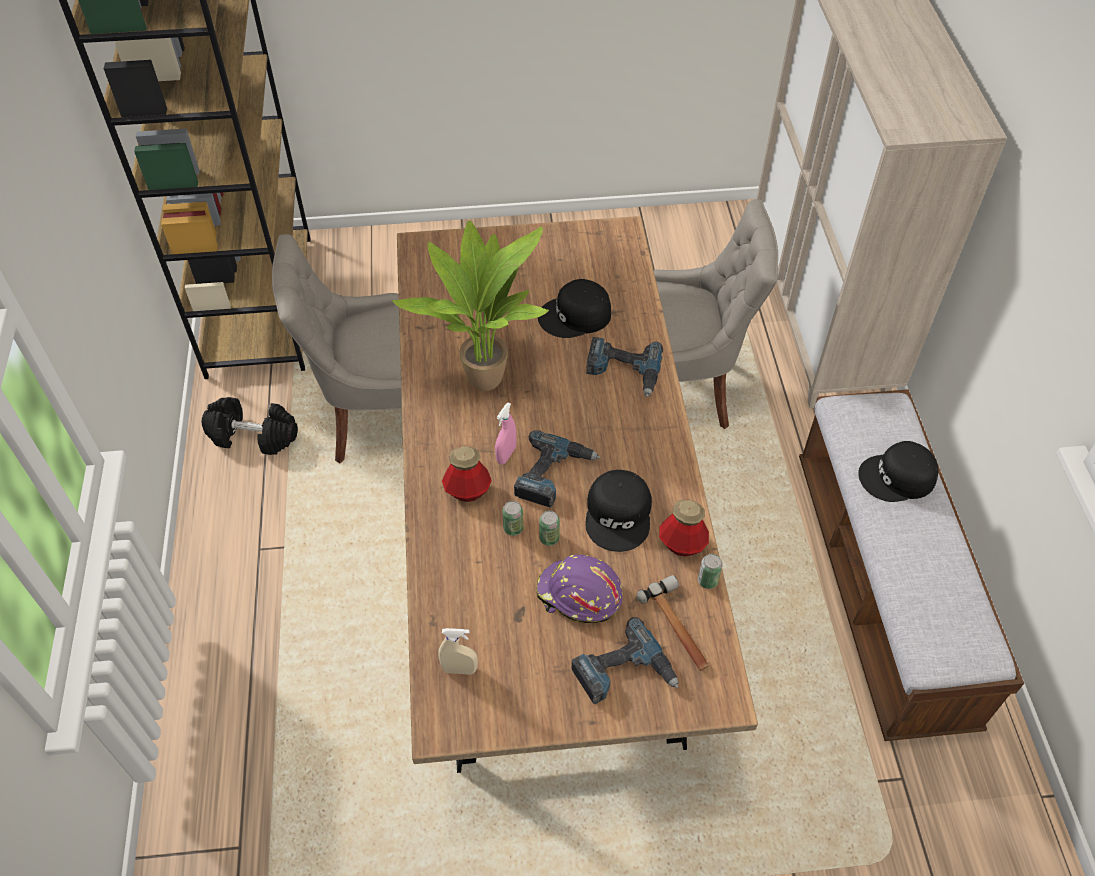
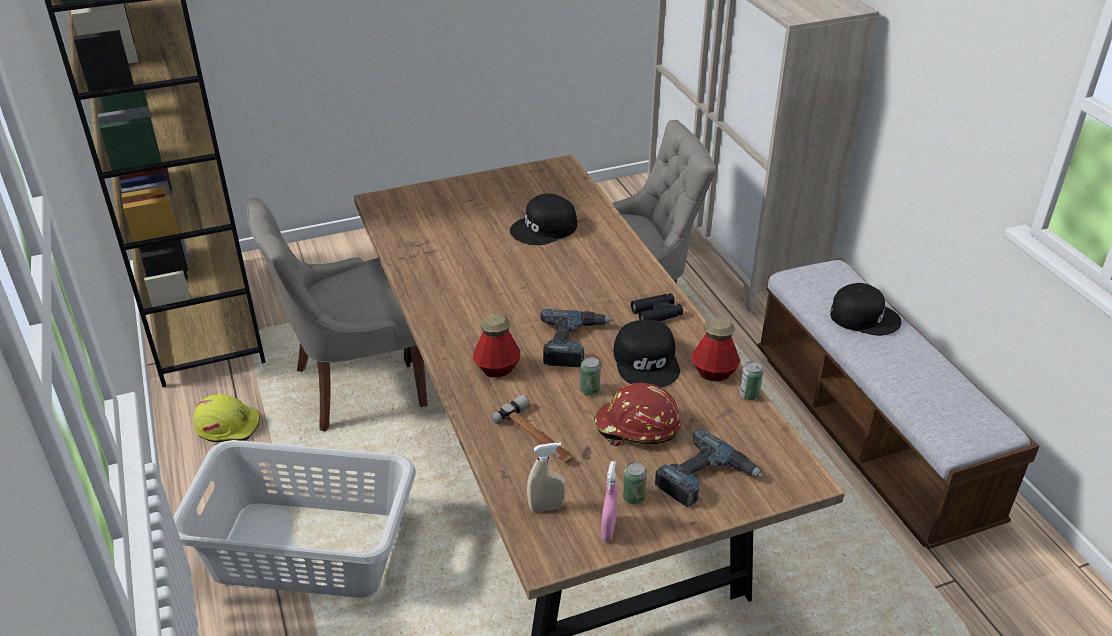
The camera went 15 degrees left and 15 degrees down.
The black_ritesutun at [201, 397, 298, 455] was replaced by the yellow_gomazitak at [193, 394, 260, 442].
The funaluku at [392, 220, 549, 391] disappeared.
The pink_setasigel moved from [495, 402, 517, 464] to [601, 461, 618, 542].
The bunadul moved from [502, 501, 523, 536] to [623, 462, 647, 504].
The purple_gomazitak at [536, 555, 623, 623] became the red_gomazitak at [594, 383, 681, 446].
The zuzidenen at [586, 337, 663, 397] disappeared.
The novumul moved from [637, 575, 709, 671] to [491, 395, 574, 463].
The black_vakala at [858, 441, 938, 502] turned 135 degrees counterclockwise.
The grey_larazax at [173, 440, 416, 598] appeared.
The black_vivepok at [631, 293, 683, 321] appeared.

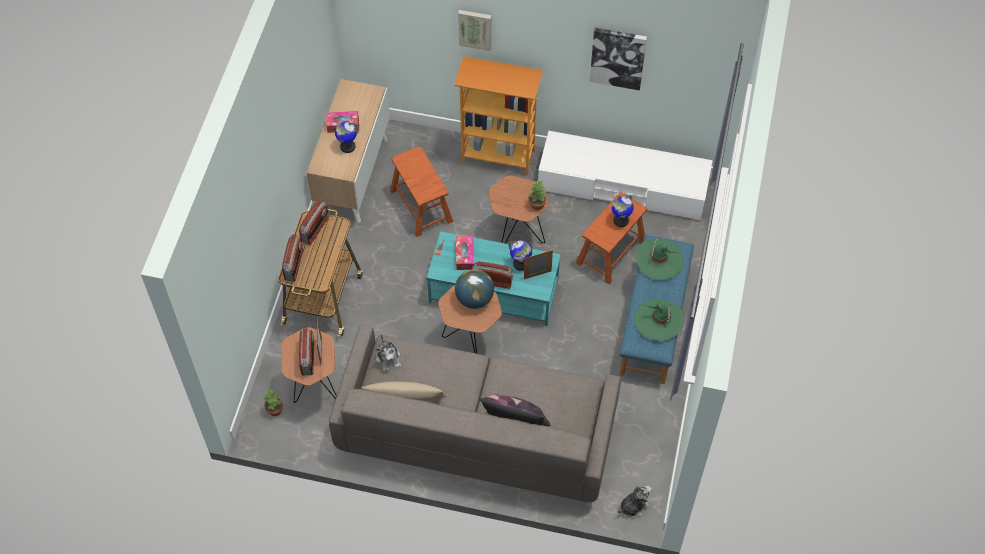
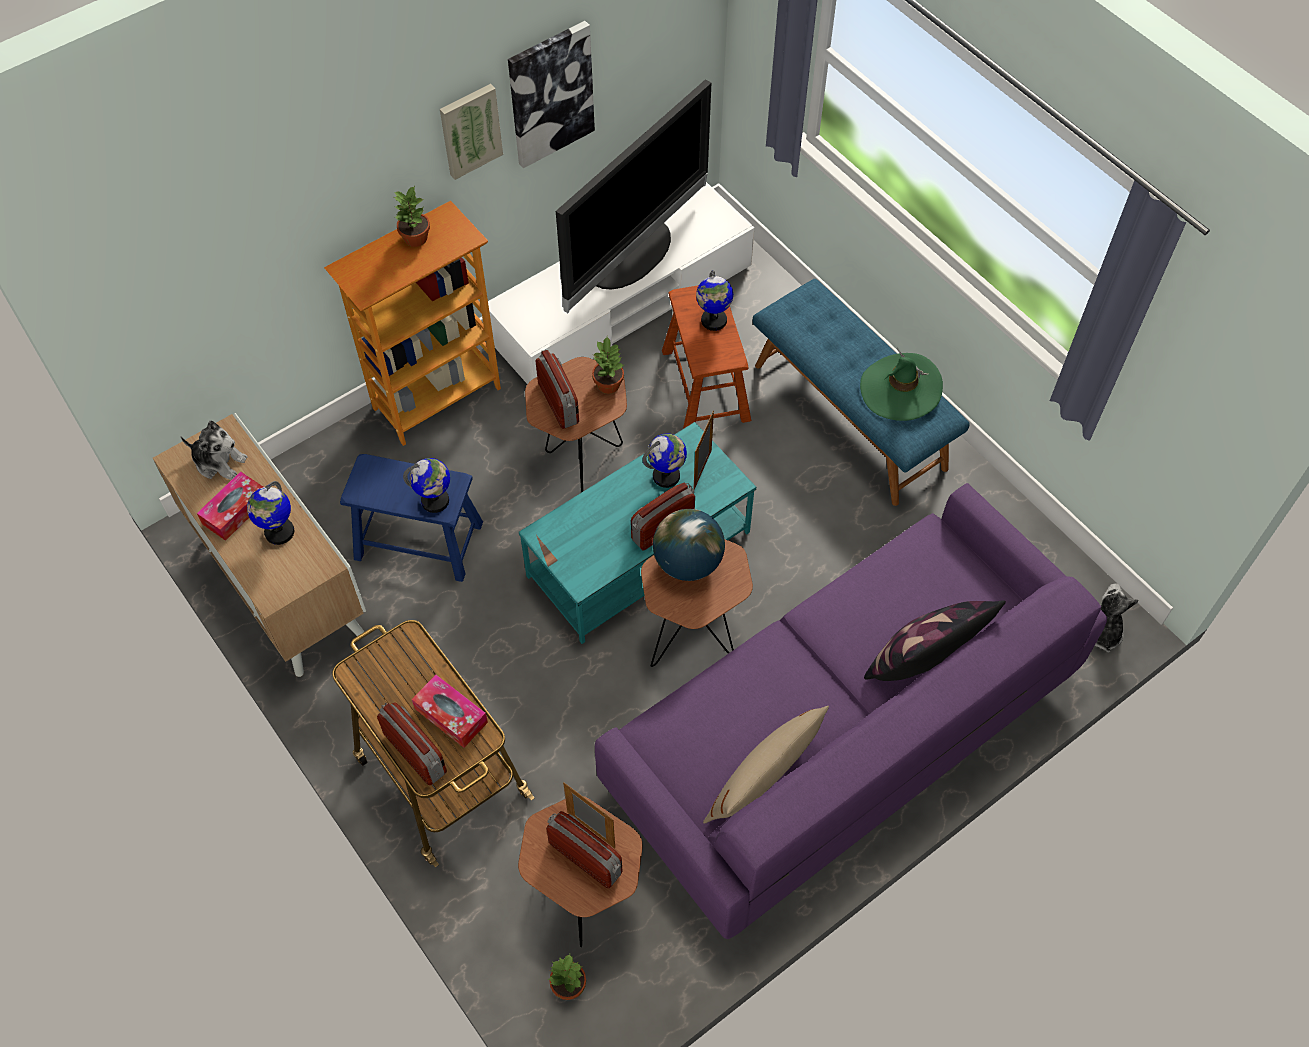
The camera went 50 degrees left and 0 degrees up.
The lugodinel moved from [299, 200, 329, 245] to [536, 350, 579, 429].
The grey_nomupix at [329, 325, 621, 502] became the purple_nomupix at [595, 483, 1107, 939].
The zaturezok moved from [375, 334, 401, 372] to [181, 421, 248, 480].
The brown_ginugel at [390, 147, 453, 237] became the blue_ginugel at [340, 454, 483, 582].
The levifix moved from [456, 236, 474, 270] to [412, 675, 488, 748].
The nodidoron moved from [458, 10, 492, 51] to [440, 84, 503, 180].
The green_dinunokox at [636, 238, 684, 281] disappeared.
The funaluku at [393, 186, 430, 247] appeared.
The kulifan at [403, 458, 450, 513] appeared.
The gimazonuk at [556, 79, 711, 313] appeared.

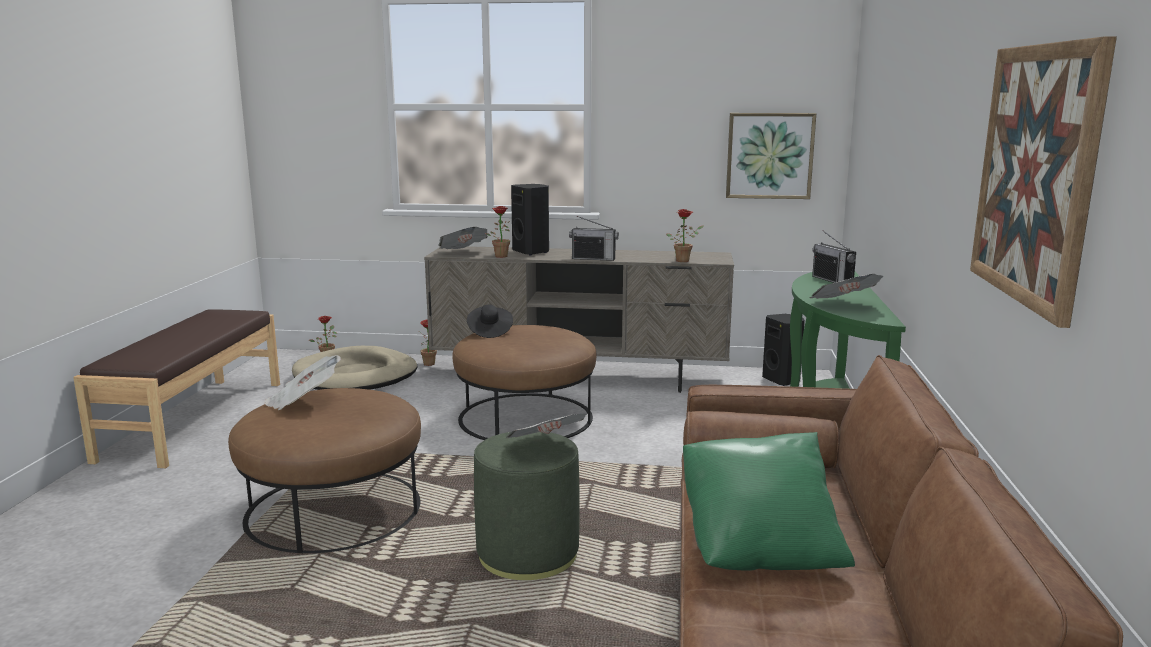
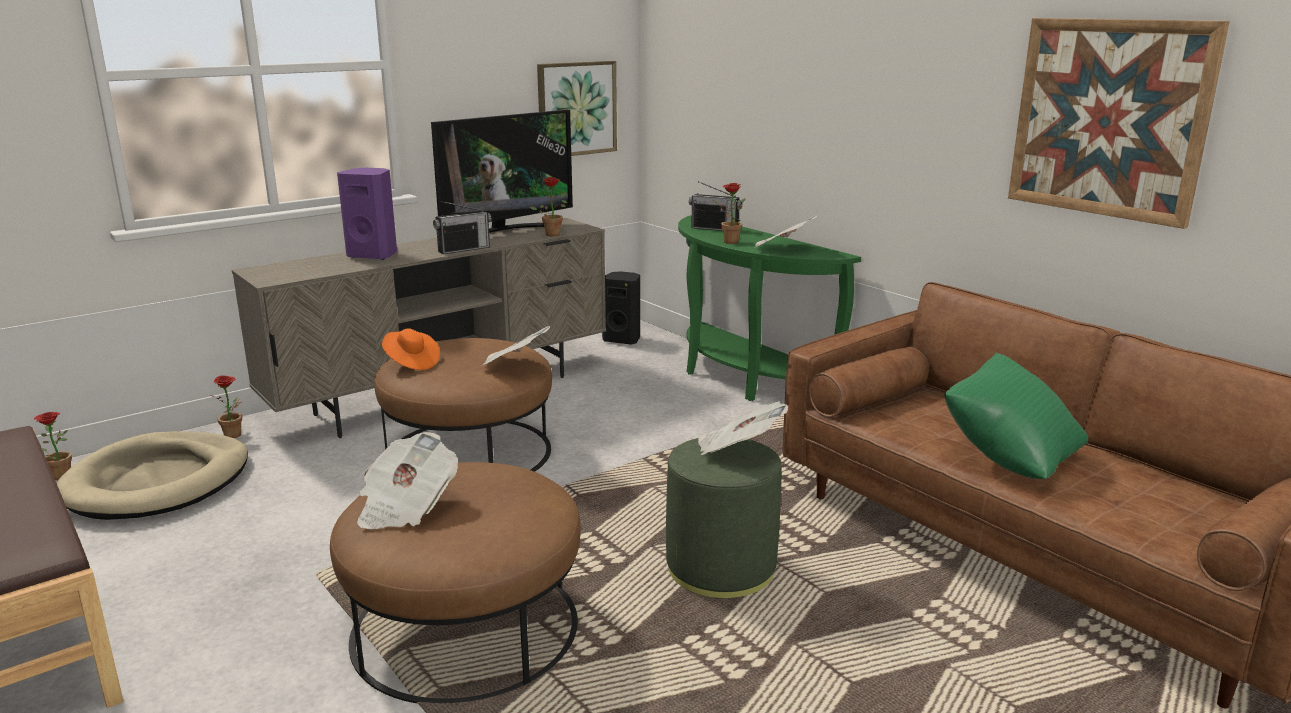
The camera went 45 degrees left and 5 degrees up.
The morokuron moved from [439, 227, 488, 249] to [482, 326, 550, 366].
The black_dinunokox at [467, 304, 513, 338] became the orange_dinunokox at [382, 328, 440, 370].
The funaluku moved from [486, 206, 511, 258] to [713, 183, 746, 244].
The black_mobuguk at [511, 184, 549, 255] became the purple_mobuguk at [337, 168, 397, 260].
The gimazonuk at [431, 110, 573, 233] appeared.

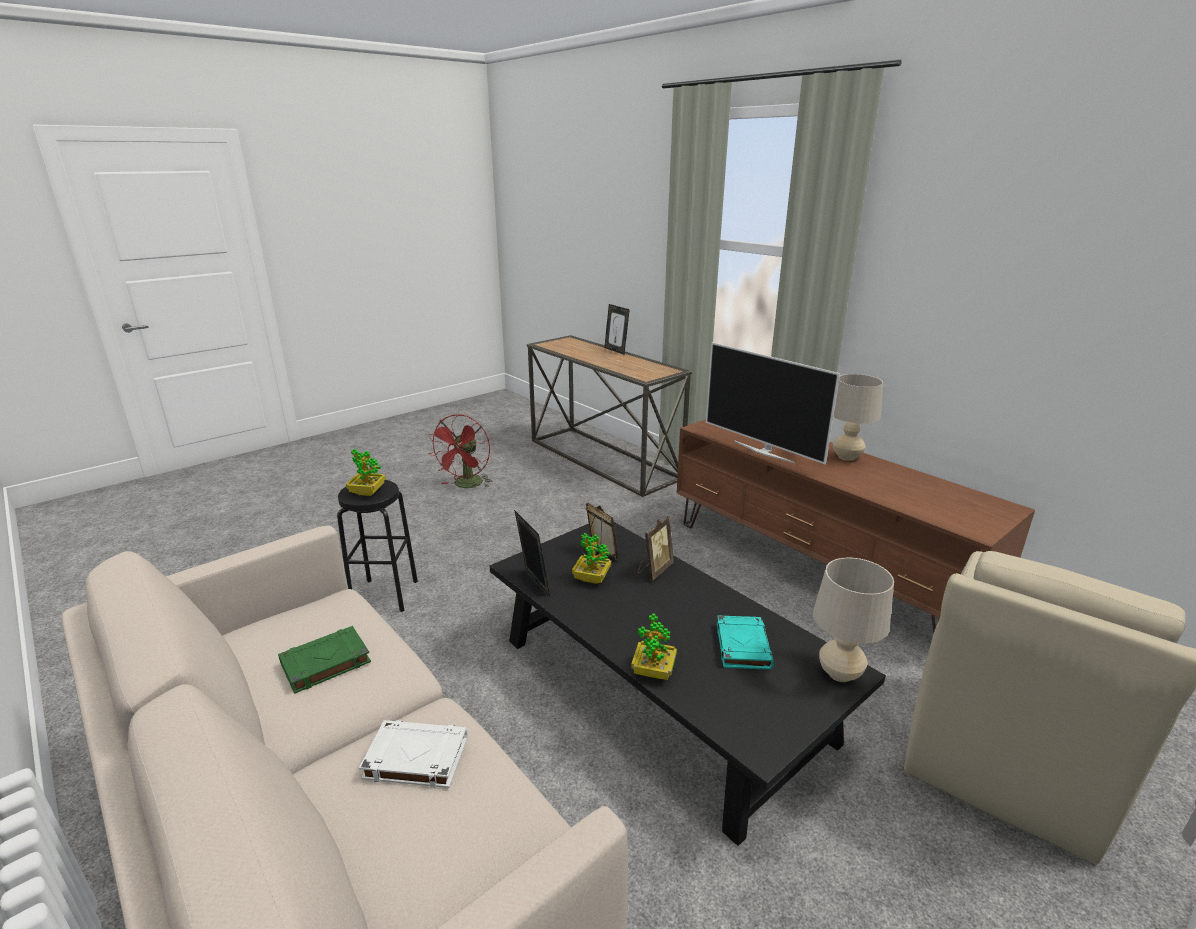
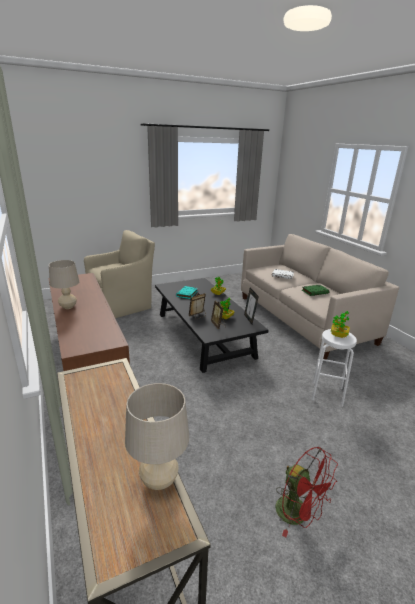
The camera went 165 degrees left and 0 degrees up.
The black_ginugel at [337, 480, 418, 612] became the white_ginugel at [311, 329, 357, 407].
The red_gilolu at [428, 414, 492, 488] turned 105 degrees clockwise.
The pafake at [604, 304, 630, 354] disappeared.
The gimazonuk at [706, 342, 840, 464] disappeared.
The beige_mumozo moved from [813, 557, 894, 682] to [125, 383, 189, 490].

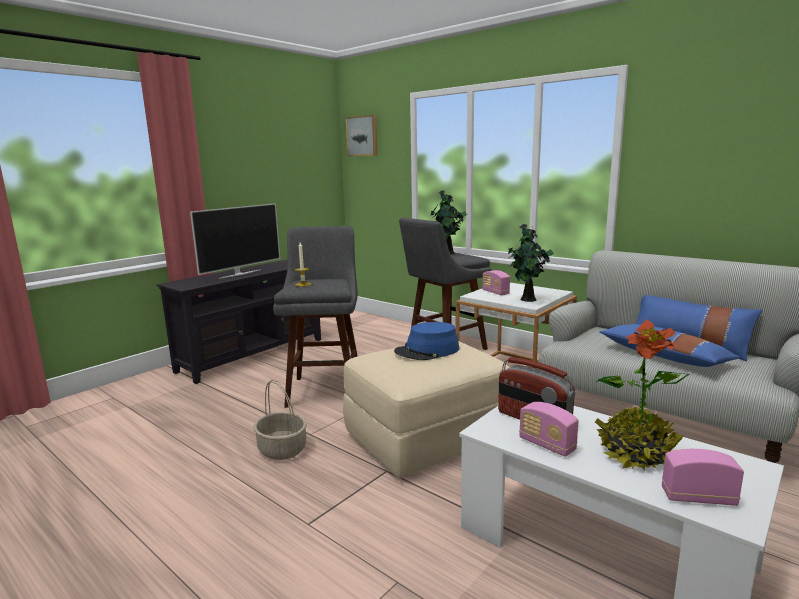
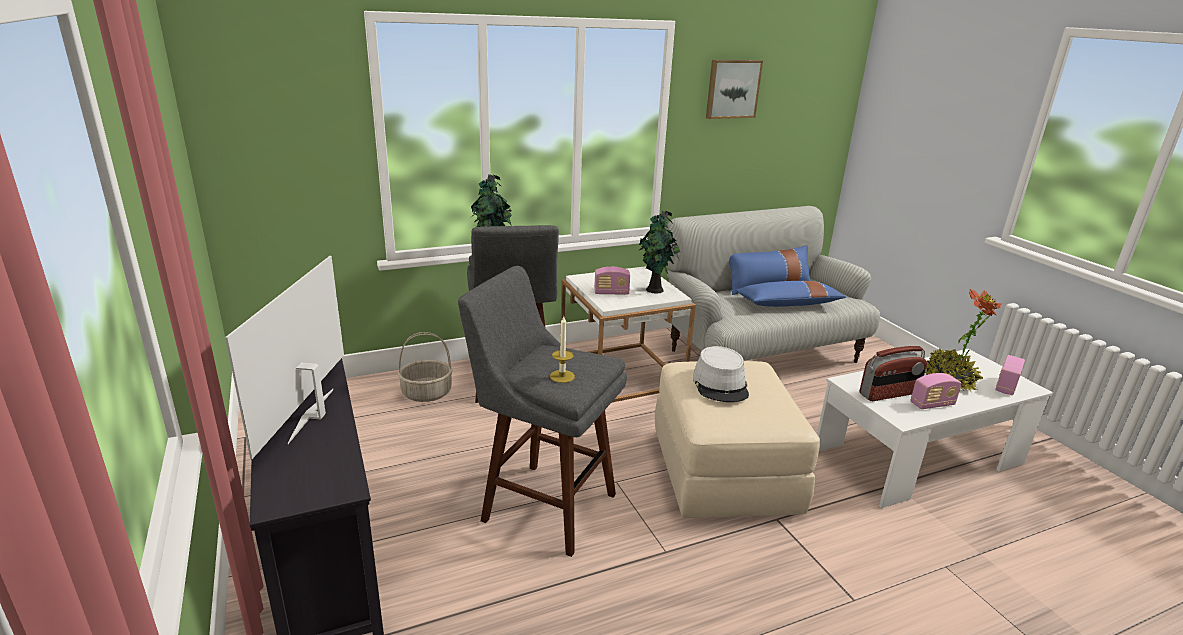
The camera went 65 degrees left and 10 degrees up.
The gimazonuk at [190, 203, 280, 279] turned 150 degrees counterclockwise.
The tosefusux moved from [253, 379, 307, 460] to [398, 332, 453, 402].
The nodidoron moved from [346, 115, 378, 156] to [706, 60, 763, 119].
The blue_dinunokox at [394, 322, 459, 360] became the grey_dinunokox at [693, 346, 749, 402].

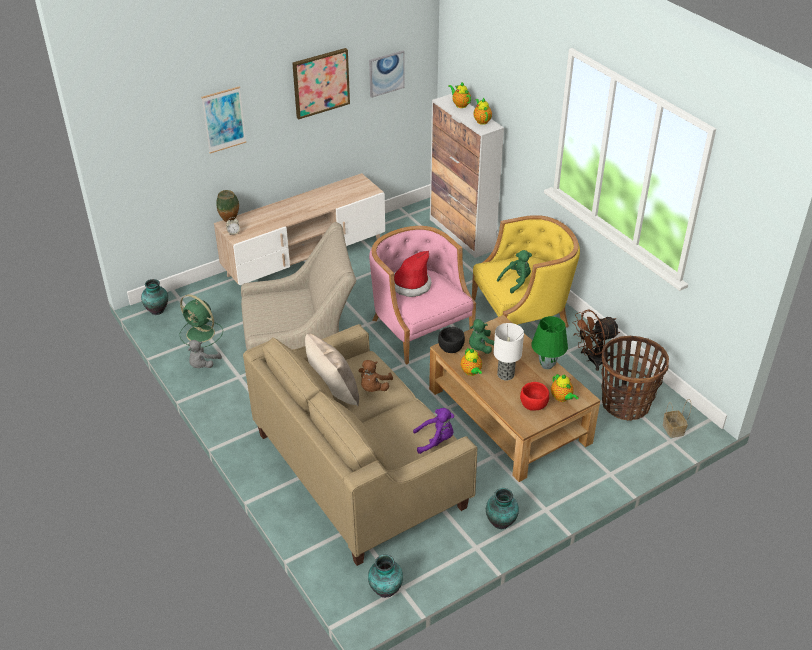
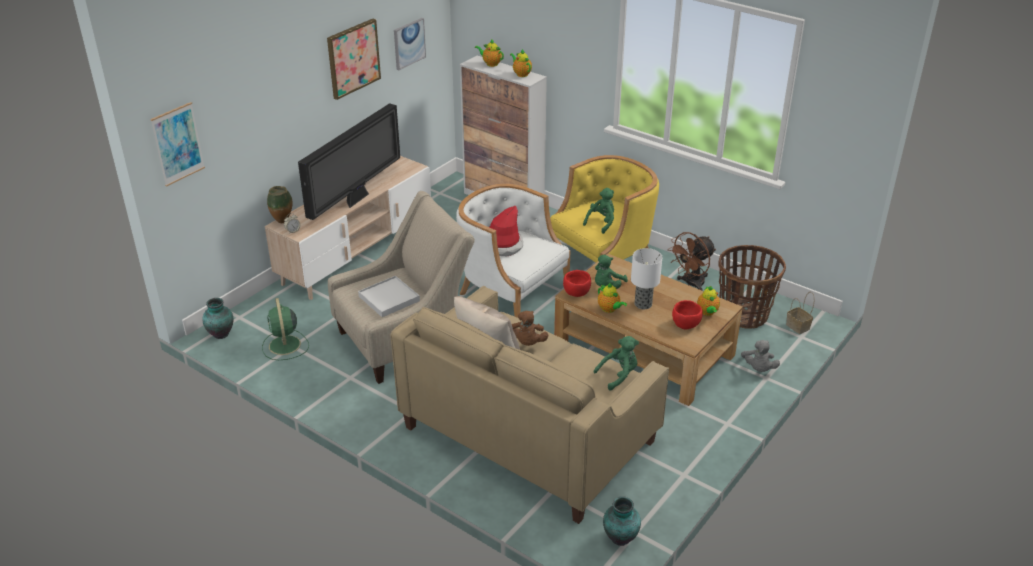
The camera went 20 degrees left and 5 degrees down.
The green_gilolu at [179, 295, 223, 347] turned 60 degrees clockwise.
The grey_zaturezok moved from [188, 340, 222, 368] to [741, 340, 780, 372].
The nodidoron moved from [201, 86, 246, 153] to [150, 102, 205, 187].
The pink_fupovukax at [369, 226, 476, 365] became the white_fupovukax at [456, 184, 571, 318].
The purple_zaturezok at [413, 408, 454, 454] became the green_zaturezok at [593, 336, 639, 390].
The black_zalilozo at [438, 327, 465, 353] became the red_zalilozo at [563, 270, 591, 297].
The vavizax at [486, 488, 519, 529] disappeared.
The green_mumozo at [531, 316, 568, 370] disappeared.
The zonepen at [551, 374, 579, 402] turned 45 degrees clockwise.
The gimazonuk at [298, 103, 400, 220] appeared.
The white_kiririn at [358, 276, 420, 317] appeared.

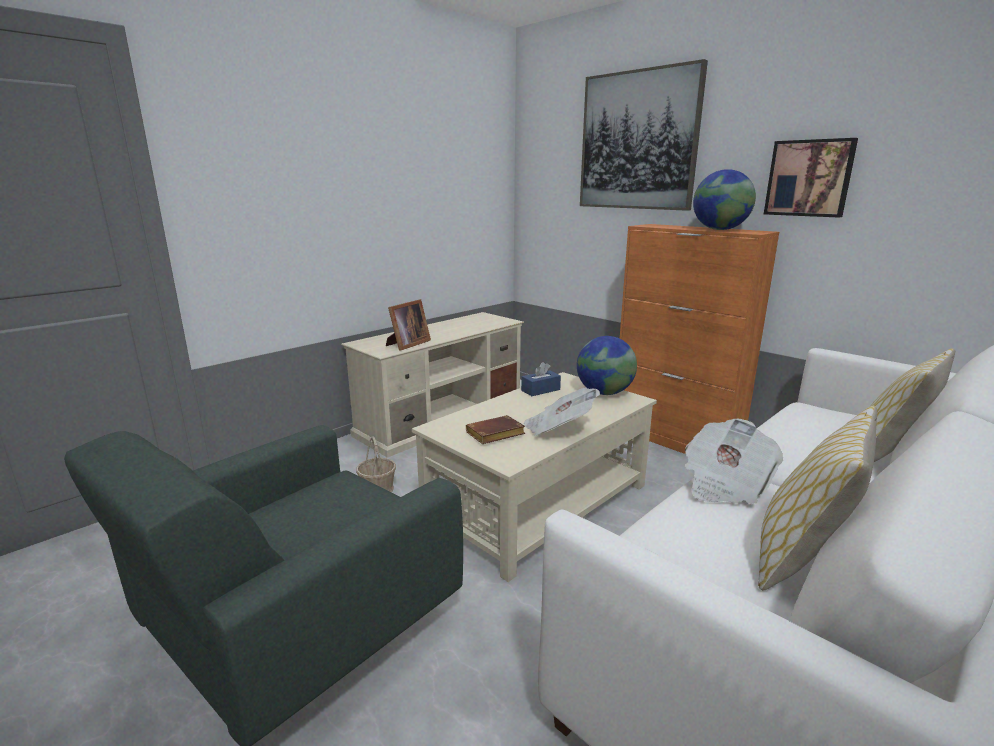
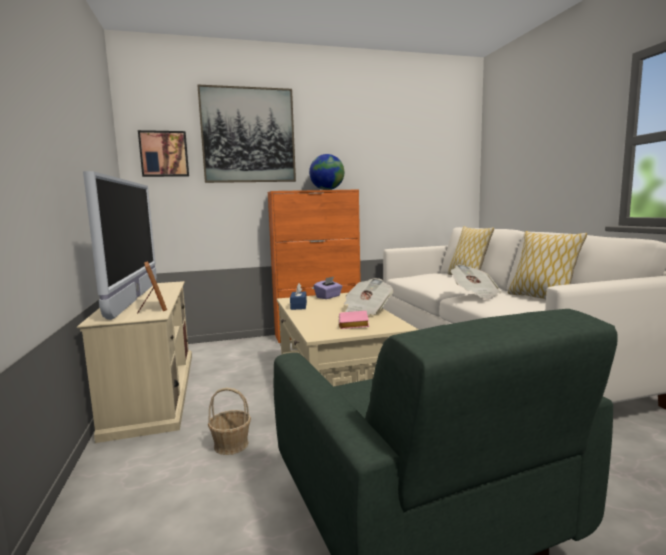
The camera went 60 degrees left and 10 degrees down.
The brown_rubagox at [466, 415, 525, 444] became the pink_rubagox at [339, 311, 369, 329].
The kulifan at [577, 336, 637, 395] was replaced by the purple_levifix at [314, 277, 343, 299].
The nodidoron moved from [764, 138, 858, 218] to [138, 130, 189, 177].
The gimazonuk at [83, 171, 156, 320] appeared.

